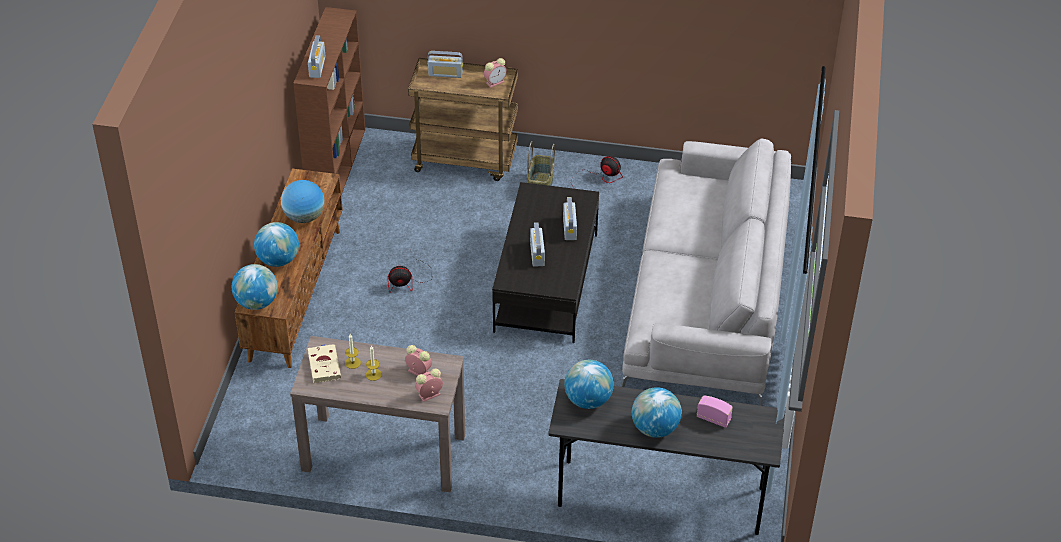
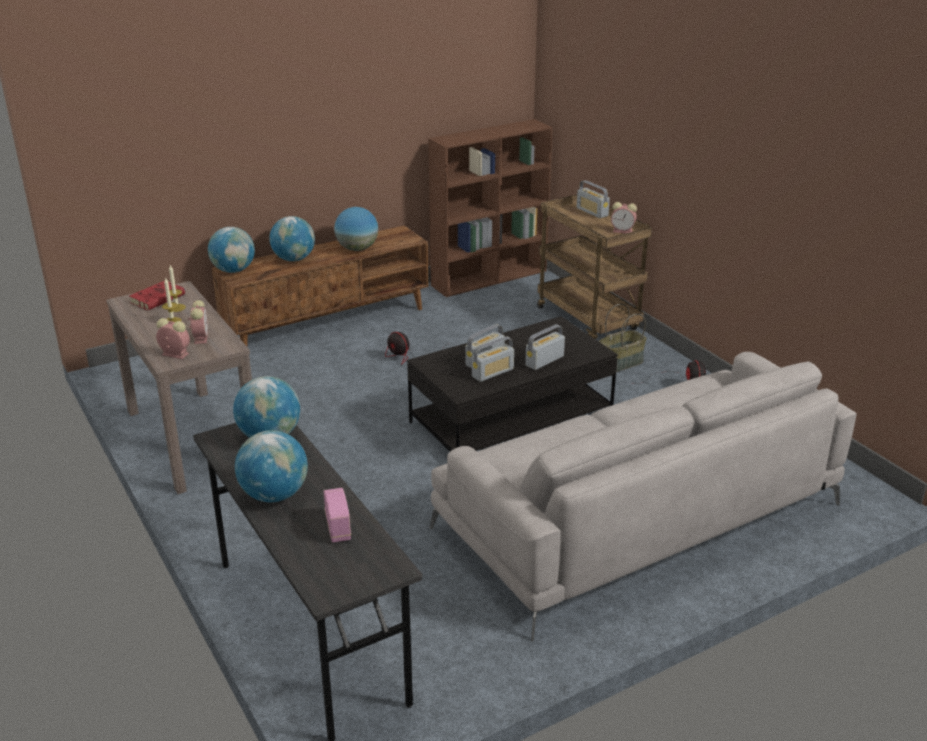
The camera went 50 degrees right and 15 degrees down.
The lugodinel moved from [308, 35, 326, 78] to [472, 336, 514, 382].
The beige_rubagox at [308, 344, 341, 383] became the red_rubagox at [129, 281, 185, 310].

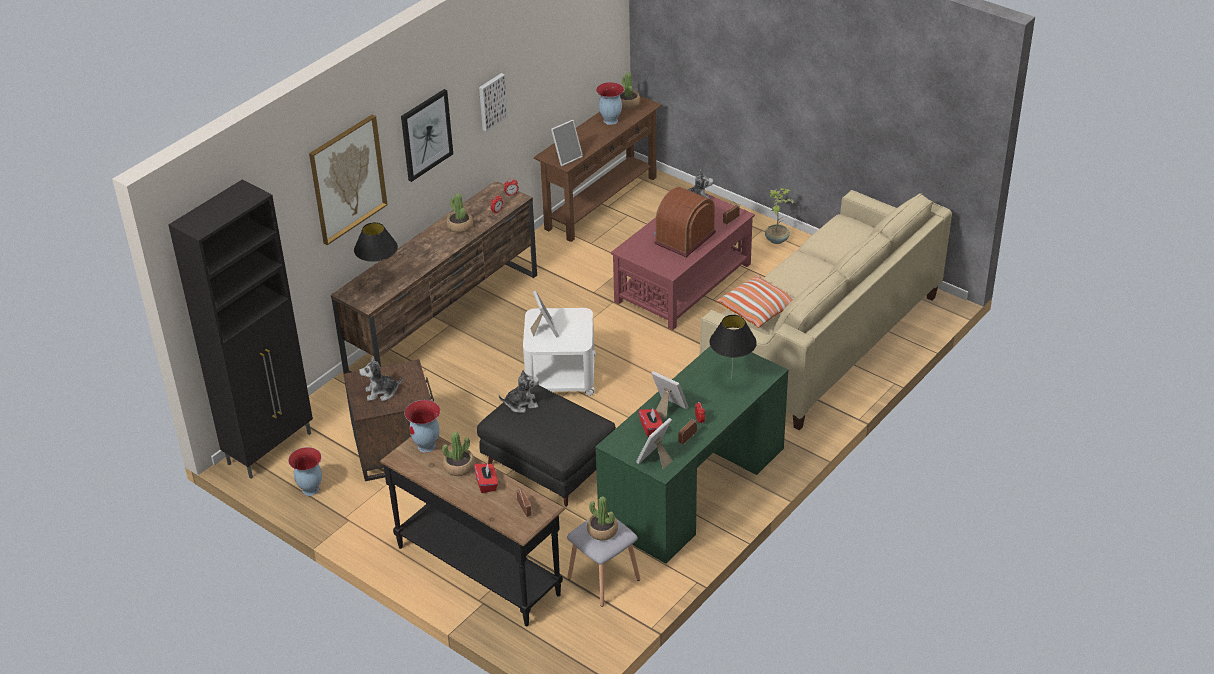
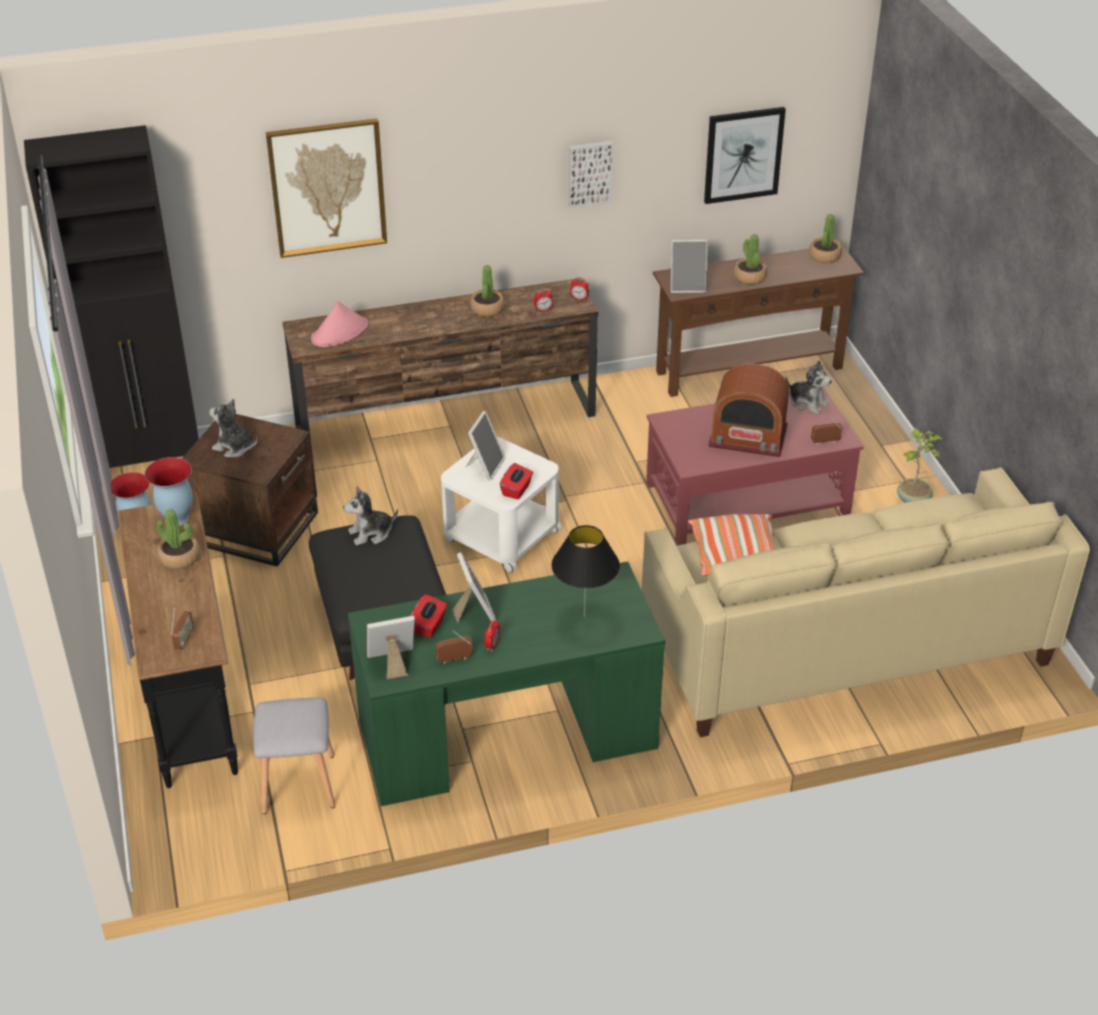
The camera went 35 degrees right and 0 degrees up.
The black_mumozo at [354, 222, 398, 284] was replaced by the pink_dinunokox at [311, 301, 368, 347].
The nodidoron moved from [401, 89, 453, 182] to [704, 107, 786, 204].
The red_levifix moved from [474, 463, 498, 493] to [500, 463, 533, 499].
The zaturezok at [499, 370, 539, 413] turned 135 degrees clockwise.
The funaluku moved from [587, 496, 618, 540] to [734, 234, 767, 285].
The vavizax at [596, 82, 624, 125] disappeared.
The lugodinel at [654, 187, 716, 257] turned 150 degrees counterclockwise.

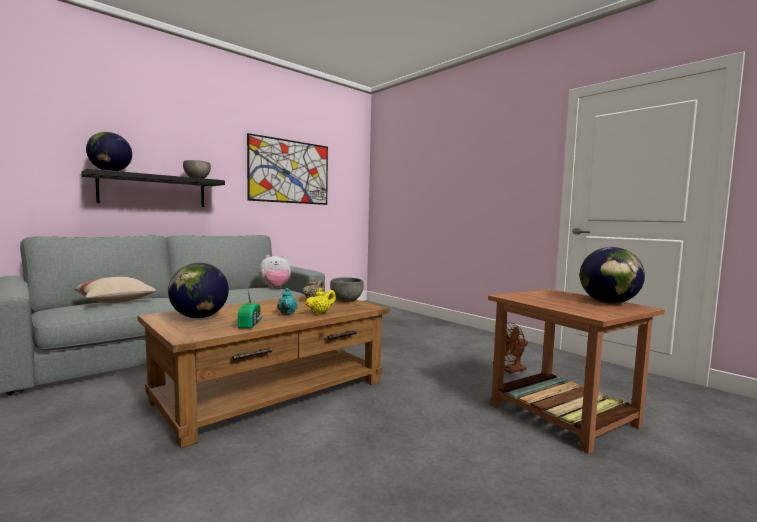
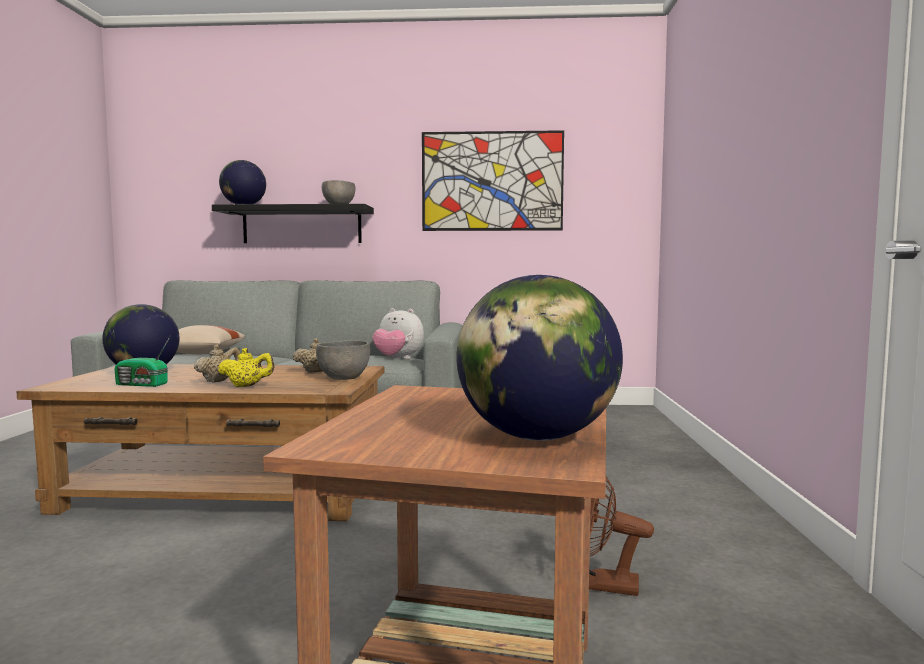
The camera went 45 degrees right and 0 degrees up.
The lugodinel at [238, 285, 262, 329] turned 60 degrees clockwise.
The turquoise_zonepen at [277, 288, 298, 315] became the beige_zonepen at [194, 344, 241, 383].

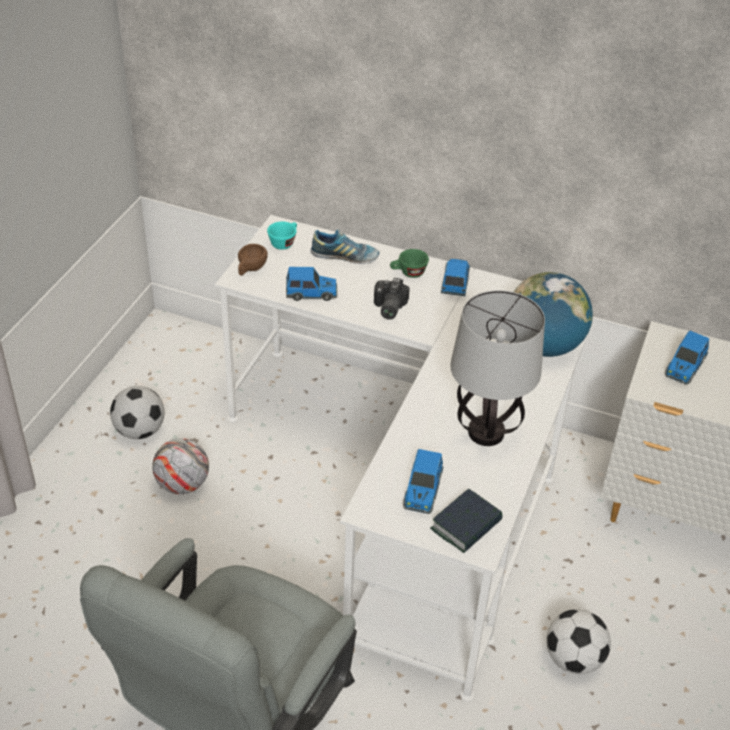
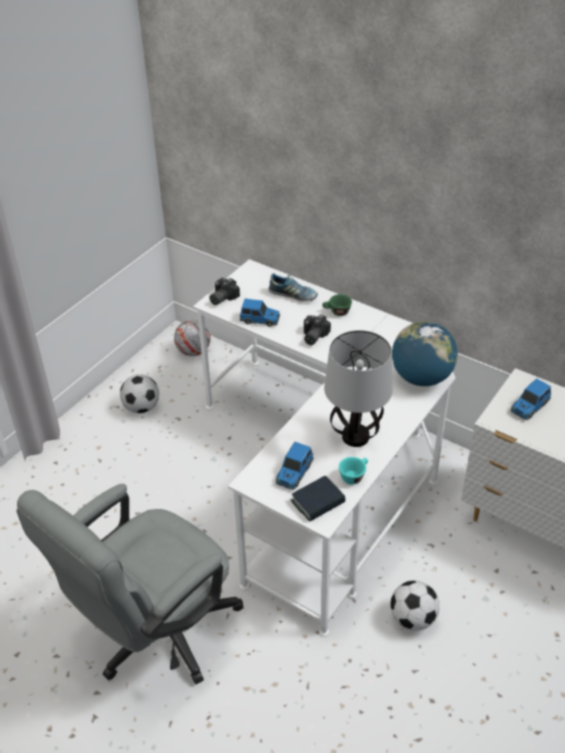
The camera went 15 degrees right and 0 degrees up.
The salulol moved from [152, 438, 209, 494] to [174, 320, 211, 356].
The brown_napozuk at [238, 244, 268, 276] was replaced by the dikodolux at [209, 278, 240, 305].
The turquoise_napozuk moved from [267, 221, 297, 250] to [339, 457, 368, 485].
The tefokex at [441, 259, 470, 296] disappeared.

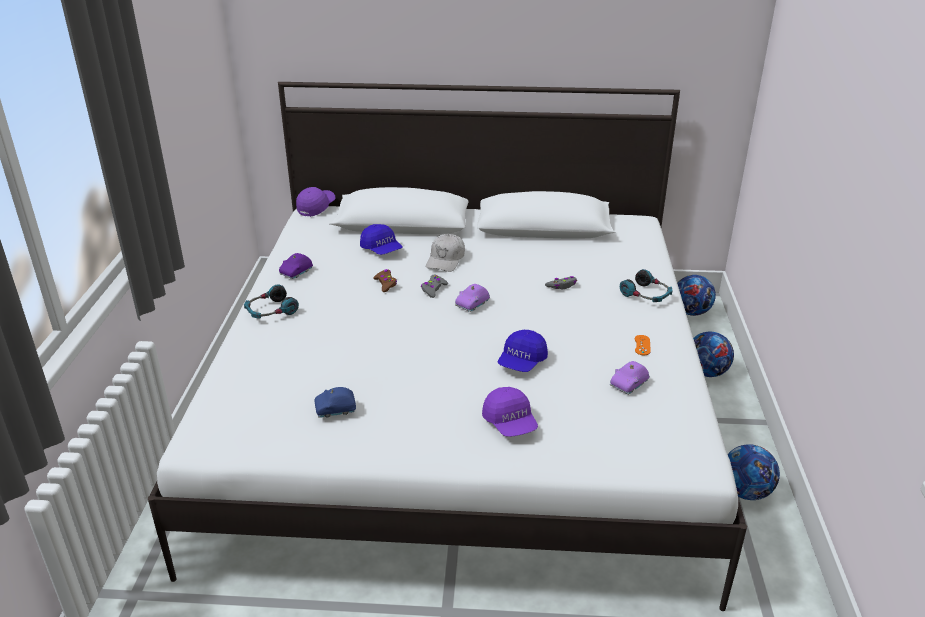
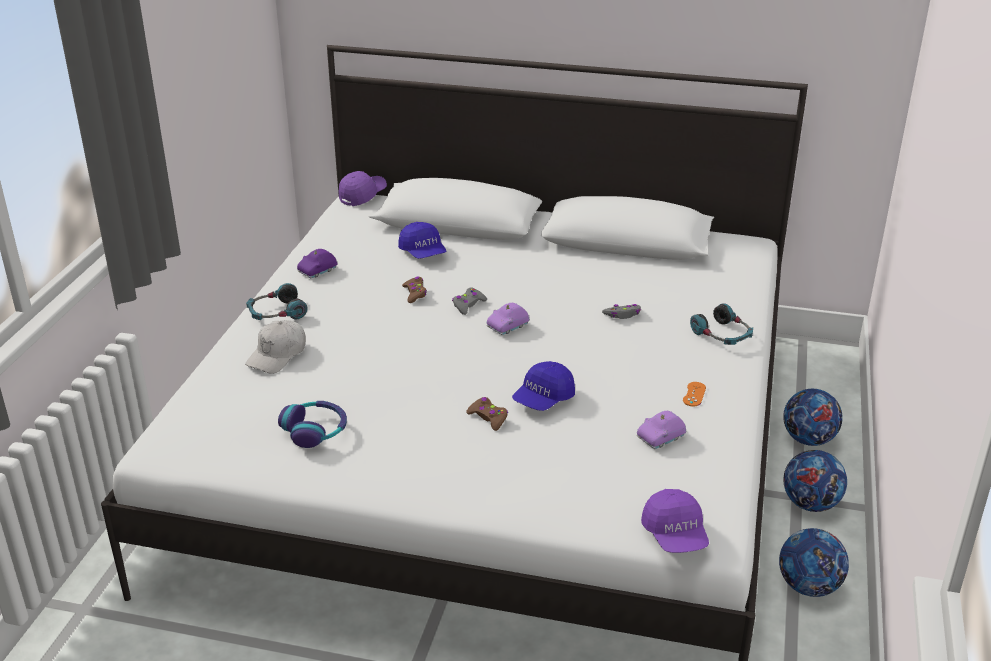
The camera went 10 degrees right and 0 degrees up.
The blue_tefokex at [315, 387, 356, 418] was replaced by the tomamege at [278, 401, 347, 448].
The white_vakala moved from [426, 234, 465, 272] to [245, 320, 306, 373].
The purple_vakala moved from [482, 387, 538, 437] to [641, 489, 709, 553].
The salulol moved from [677, 275, 716, 316] to [783, 450, 847, 512].
The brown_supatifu at [466, 397, 508, 431] appeared.

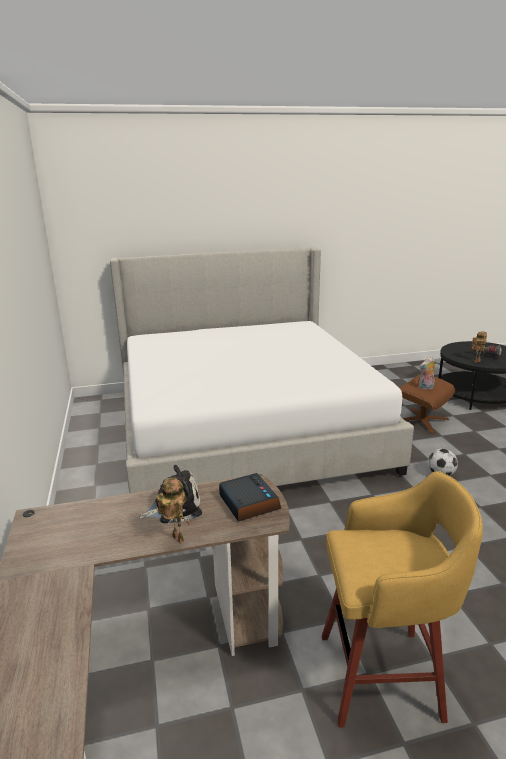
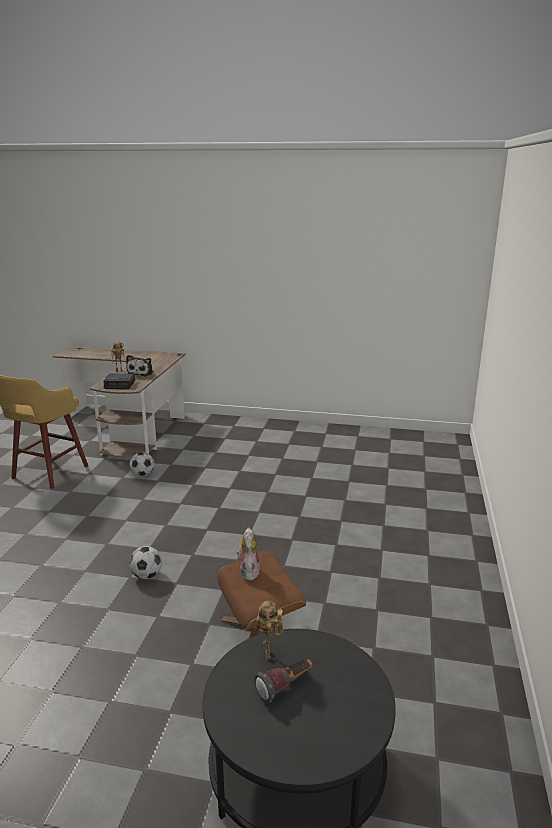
The camera went 115 degrees right and 0 degrees up.
The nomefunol at [110, 247, 414, 493] disappeared.
The salulol at [130, 452, 154, 476] appeared.

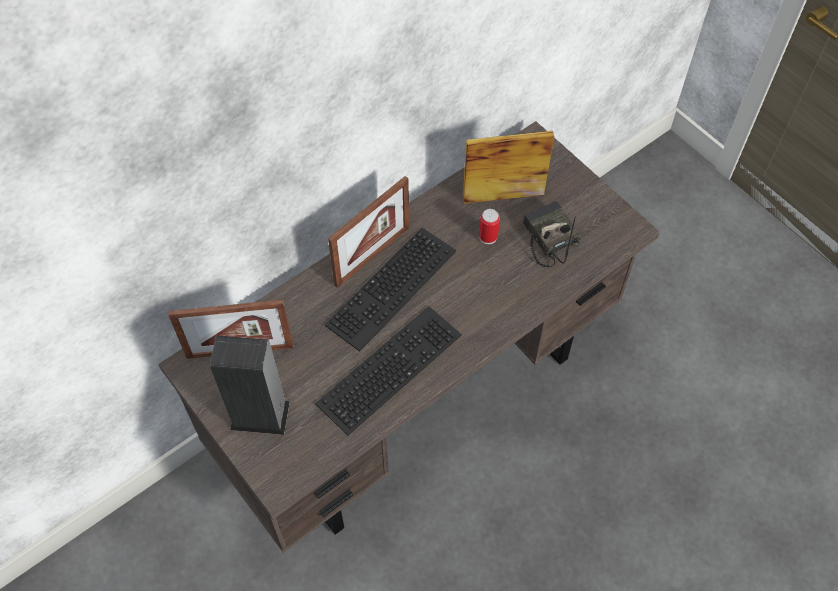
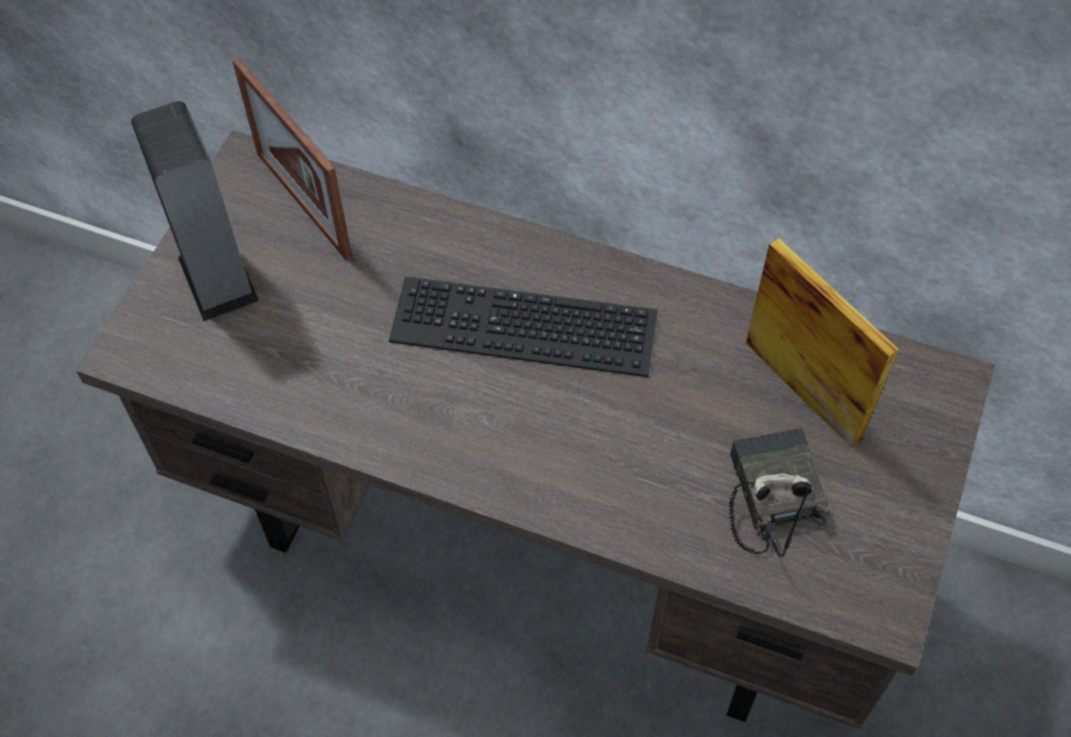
The camera went 60 degrees right and 0 degrees up.
The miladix at [315, 306, 462, 436] disappeared.
The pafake at [328, 176, 409, 288] disappeared.
The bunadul at [479, 209, 500, 244] disappeared.
The lugodinel at [523, 201, 581, 267] turned 45 degrees counterclockwise.

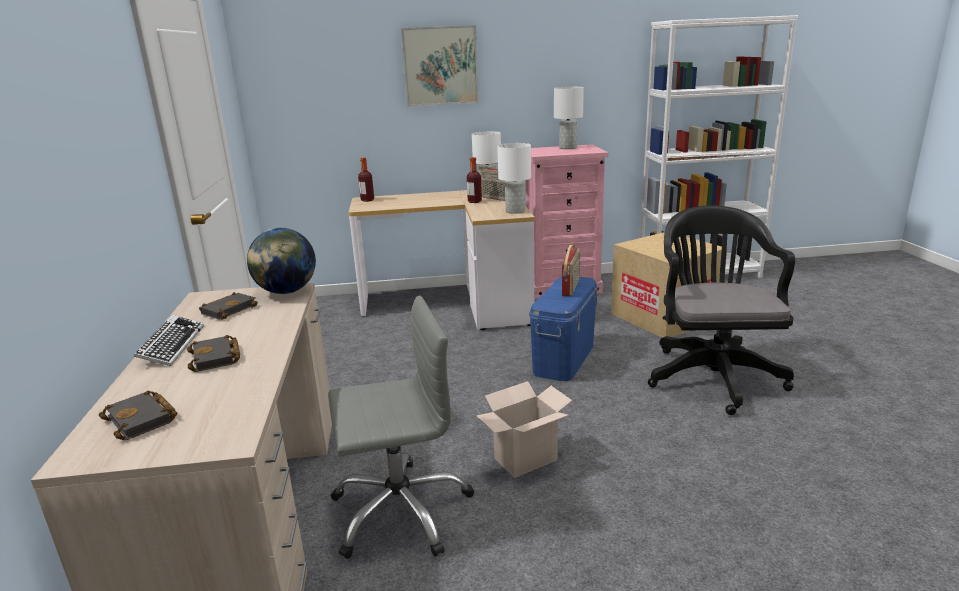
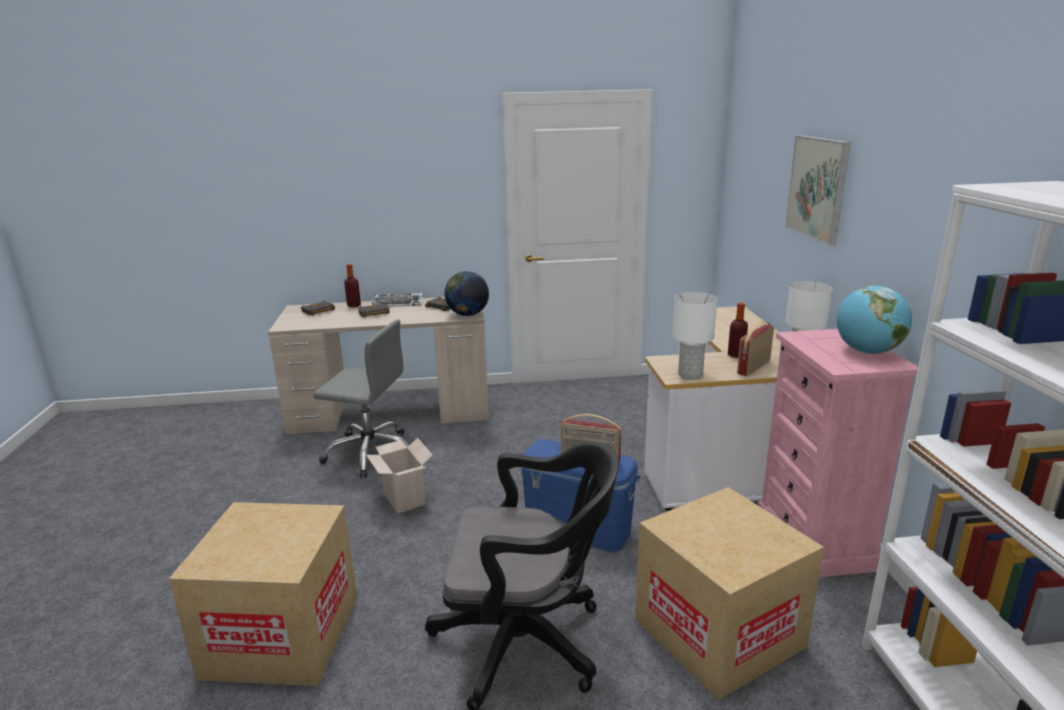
The camera went 90 degrees right and 0 degrees up.
The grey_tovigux at [328, 296, 474, 559] turned 60 degrees counterclockwise.
The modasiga moved from [358, 158, 374, 202] to [344, 264, 361, 308].
The white_mumozo at [554, 87, 584, 149] was replaced by the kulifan at [837, 285, 912, 354].
The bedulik at [169, 502, 357, 686] appeared.

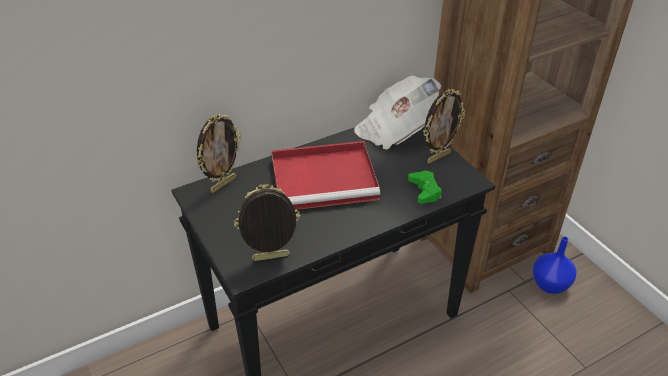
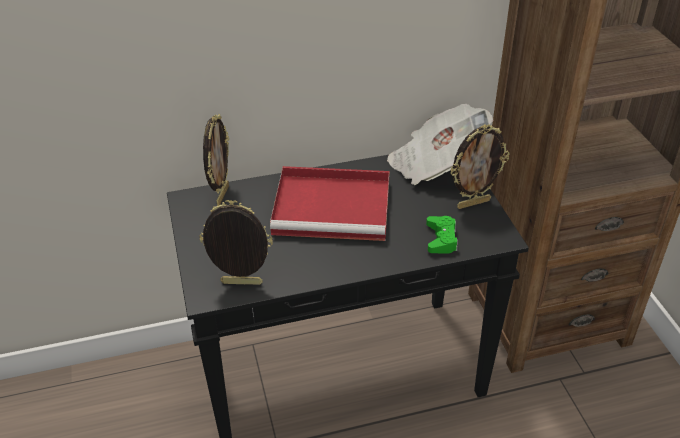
The camera went 15 degrees right and 0 degrees up.
The pafake at [196, 114, 242, 193] turned 45 degrees counterclockwise.
The blue_vavizax at [533, 236, 576, 294] disappeared.

